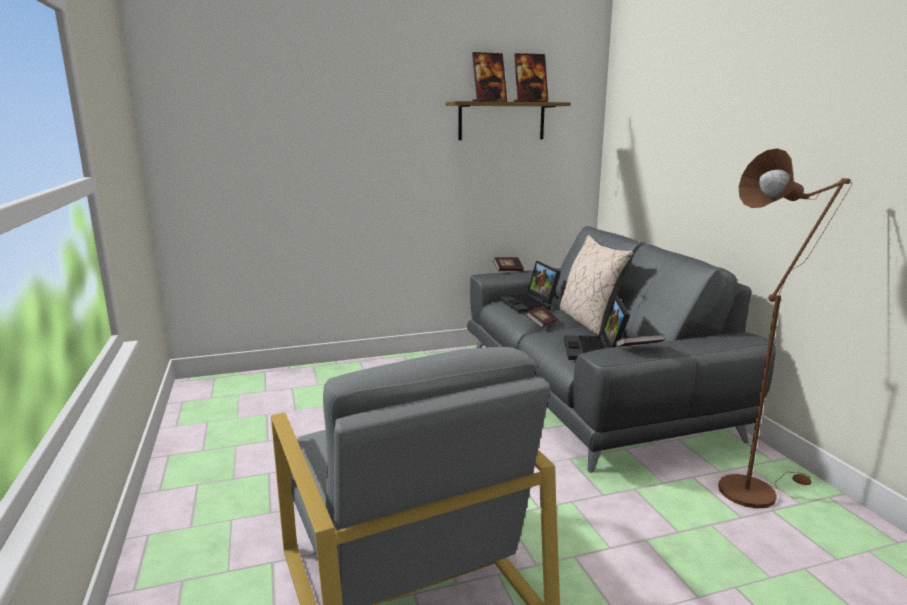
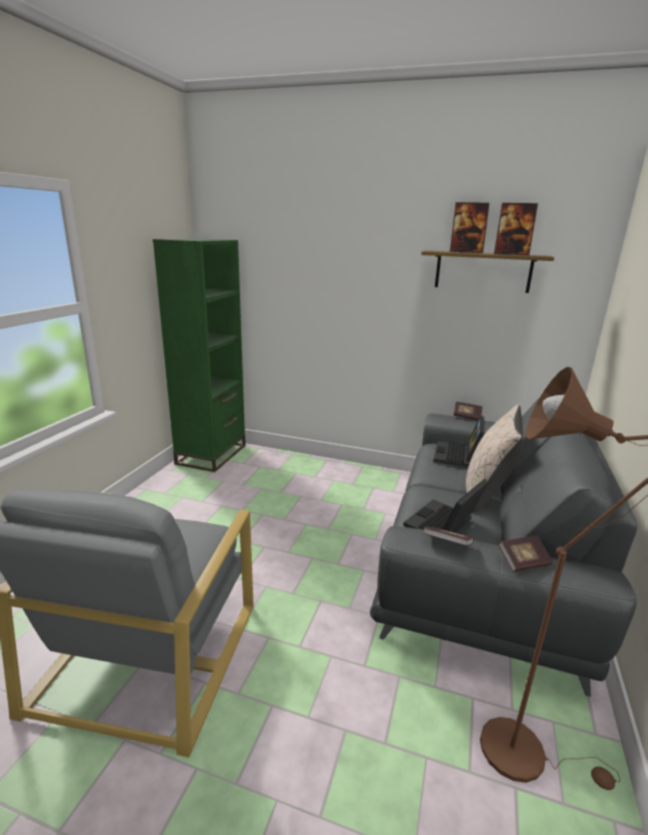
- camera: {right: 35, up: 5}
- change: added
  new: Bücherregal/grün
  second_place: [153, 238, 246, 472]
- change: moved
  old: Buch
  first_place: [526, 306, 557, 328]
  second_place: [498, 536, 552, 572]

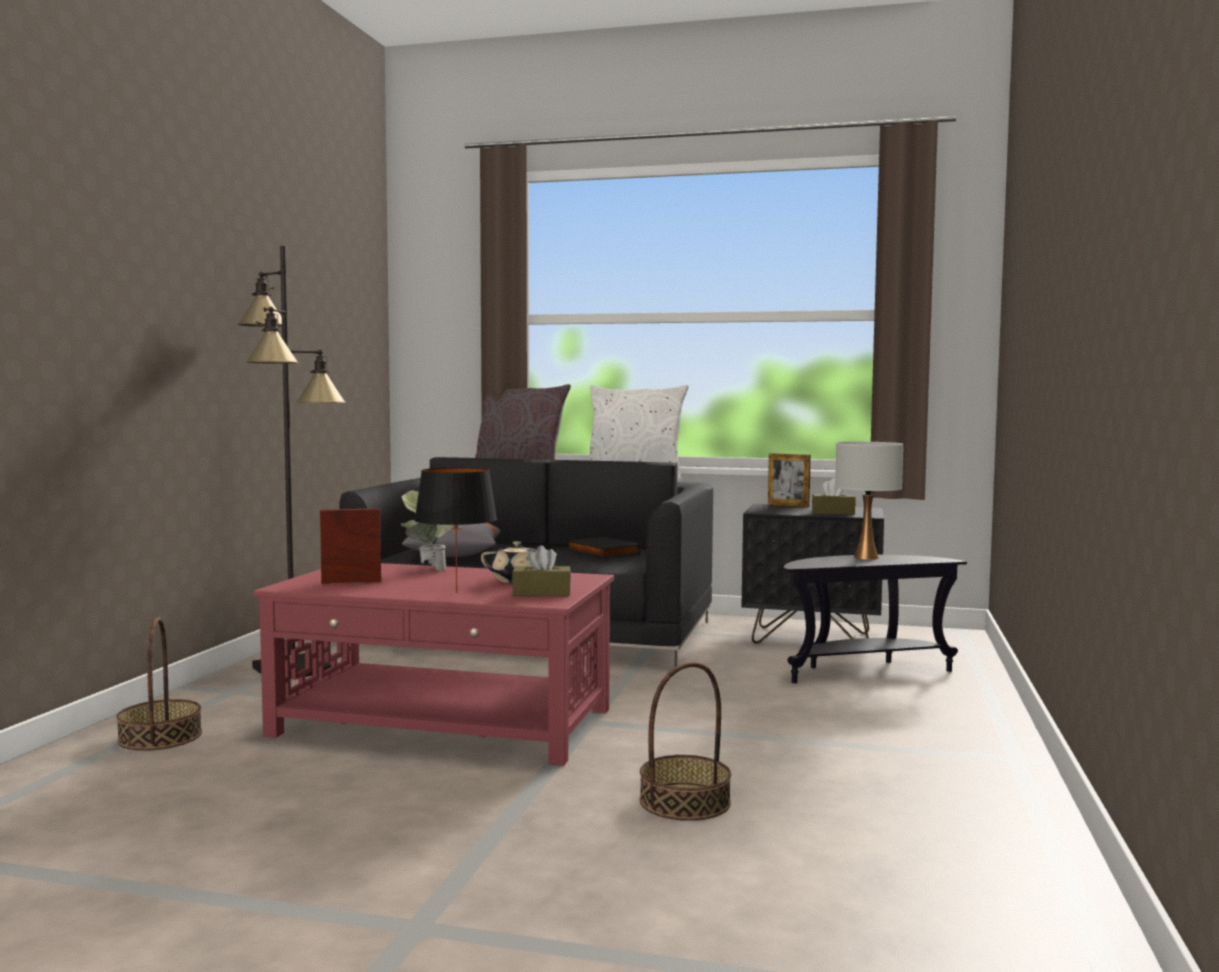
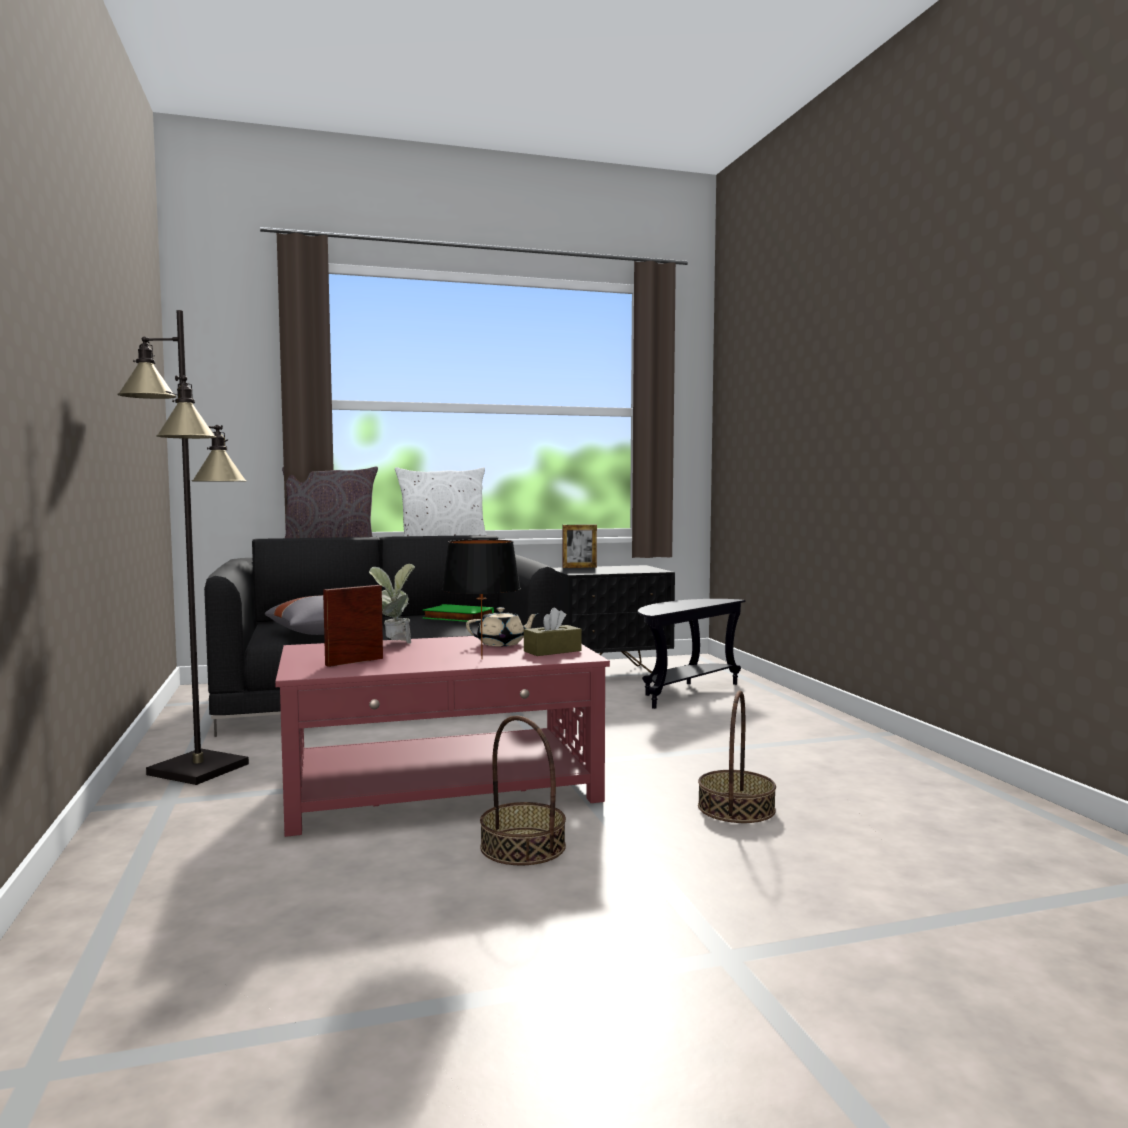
- camera: {right: -30, up: 0}
- change: recoloured
  old: Buch/schwarz
  new: Buch/grün
  first_place: [567, 536, 641, 558]
  second_place: [423, 604, 494, 622]
- change: moved
  old: Korb
  first_place: [116, 617, 202, 751]
  second_place: [480, 715, 566, 865]
- change: removed
  old: Taschentuchbox/braun
  first_place: [812, 478, 856, 515]
- change: removed
  old: Tischlampe/weiß
  first_place: [835, 442, 903, 560]

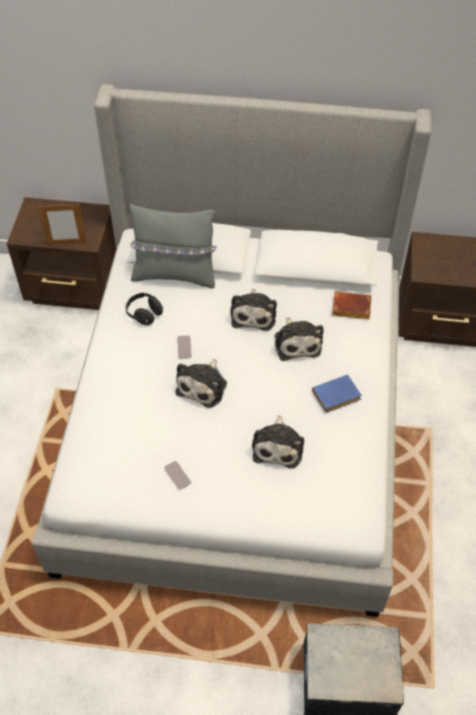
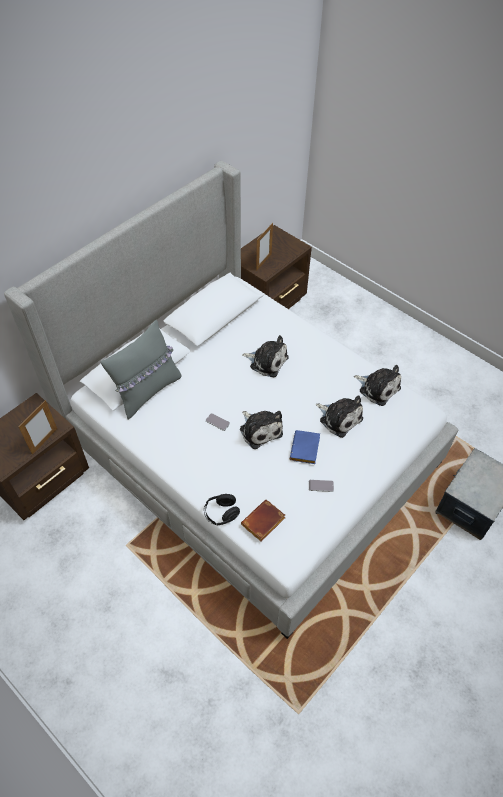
- camera: {right: -55, up: 0}
- change: moved
  old: Kopfhörer/schwarz
  first_place: [125, 293, 164, 325]
  second_place: [204, 494, 240, 525]
- change: moved
  old: Buch/braun
  first_place: [332, 291, 371, 319]
  second_place: [241, 499, 285, 541]
- change: added
  new: Bilderrahmen
  second_place: [256, 223, 273, 271]
- change: moved
  old: Buch/blau
  first_place: [312, 375, 362, 413]
  second_place: [290, 430, 320, 464]
- change: moved
  old: Plüschtier
  first_place: [230, 289, 277, 331]
  second_place: [354, 365, 401, 406]

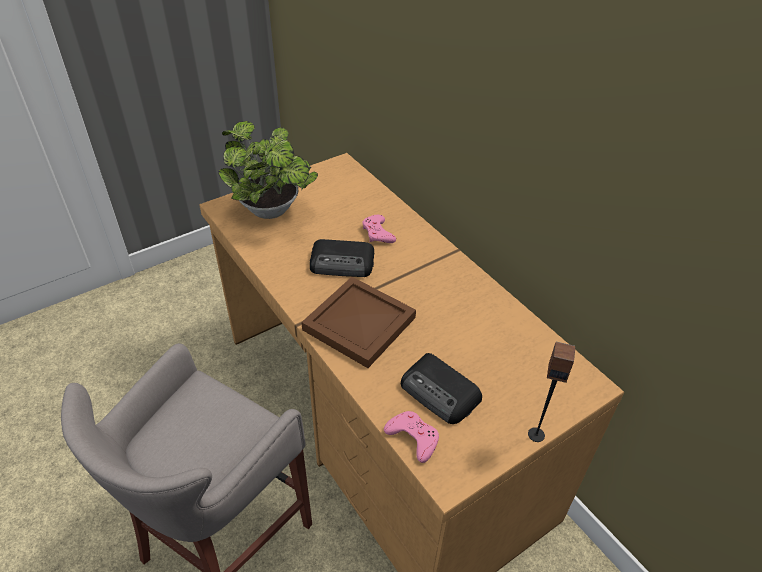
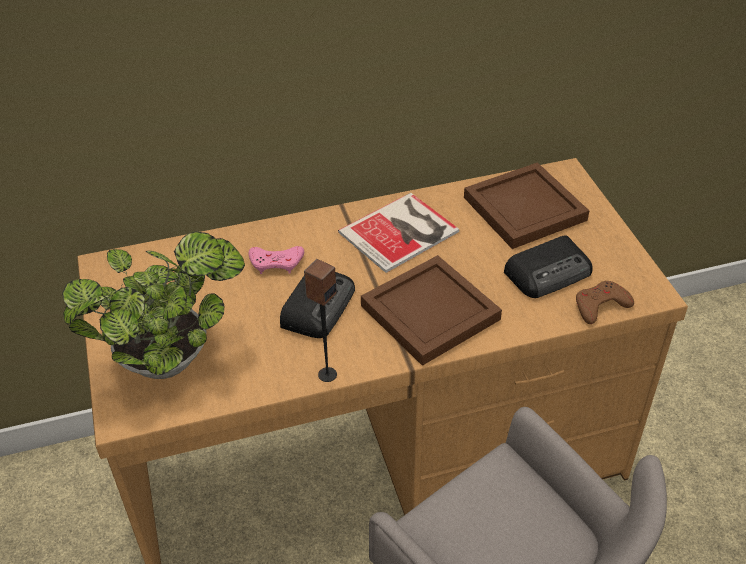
- camera: {right: -70, up: 0}
- change: moved
  old: Lautsprecher
  first_place: [528, 342, 575, 442]
  second_place: [304, 259, 337, 382]
- change: added
  new: Buch
  second_place: [338, 193, 459, 273]
- change: added
  new: Tablett/braun
  second_place: [464, 162, 589, 249]
- change: recoloured
  old: Gamepad/rosa
  new: Gamepad/braun
  first_place: [384, 411, 439, 463]
  second_place: [576, 281, 634, 324]

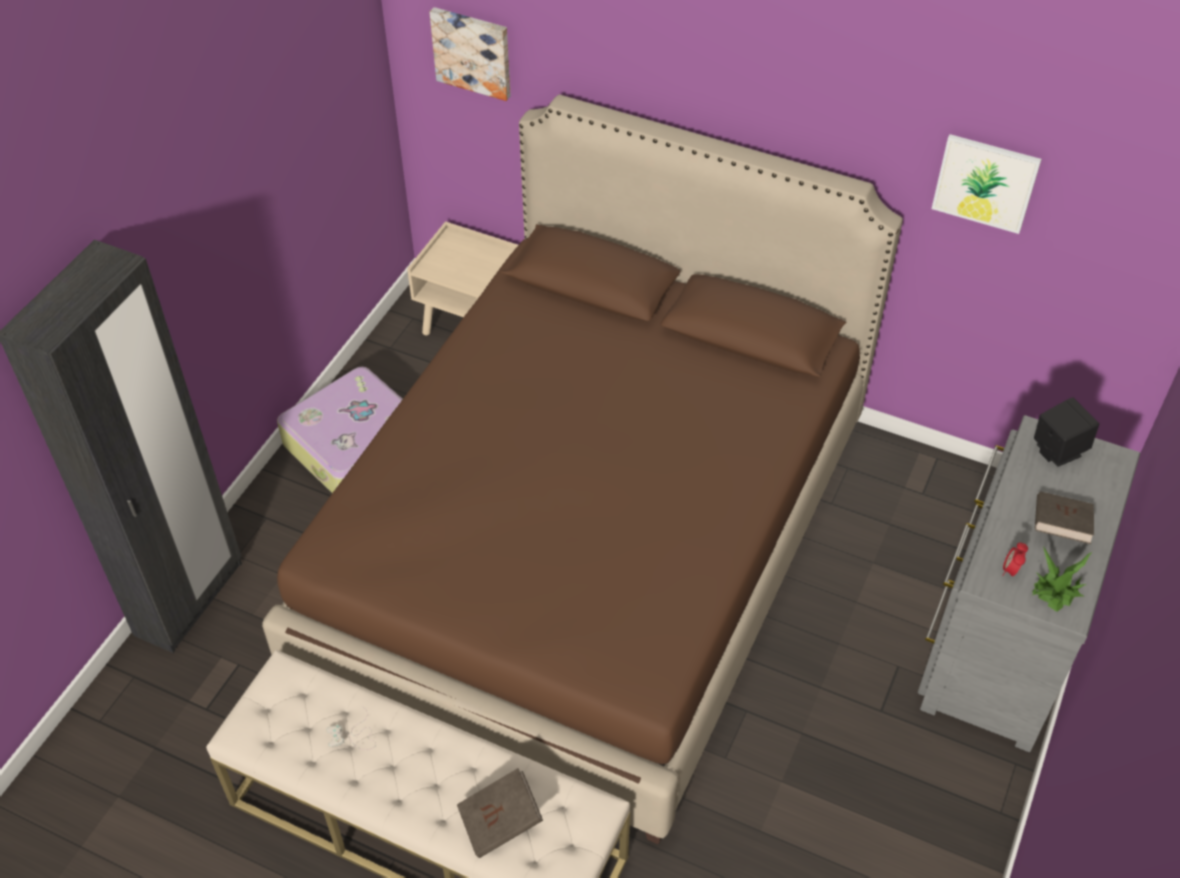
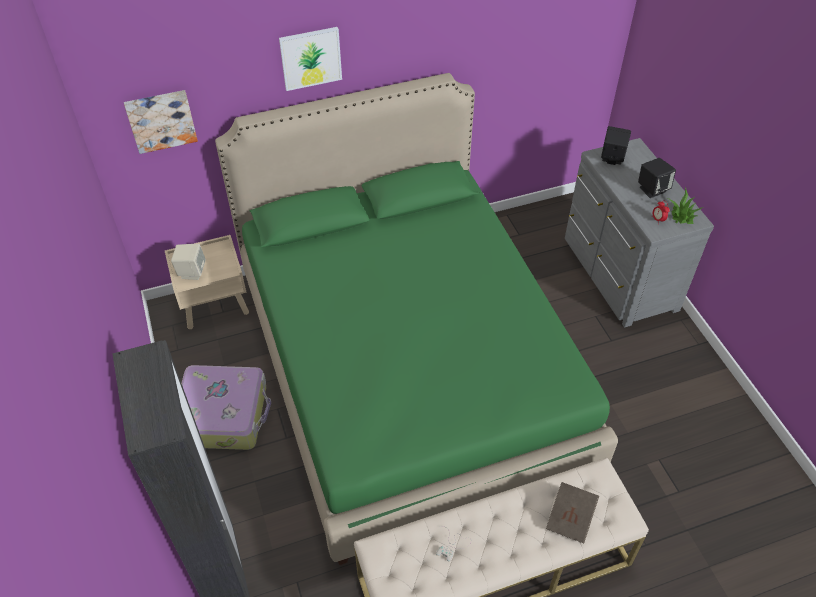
- camera: {right: -45, up: 0}
- change: added
  new: Lautsprecher/beige
  second_place: [171, 244, 206, 280]
- change: recoloured
  old: Bett/braun
  new: Bett/grün
  first_place: [262, 95, 903, 844]
  second_place: [215, 73, 618, 565]
- change: moved
  old: Bild
  first_place: [932, 134, 1042, 234]
  second_place: [279, 27, 342, 91]
- change: replaced
  old: Buch/braun
  new: Lautsprecher/schwarz
  first_place: [1035, 491, 1094, 544]
  second_place: [638, 158, 676, 198]

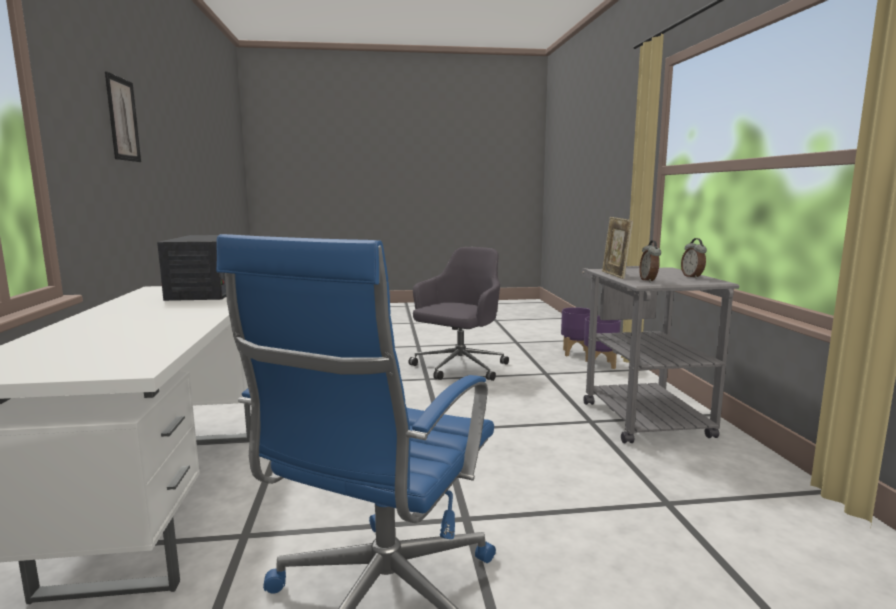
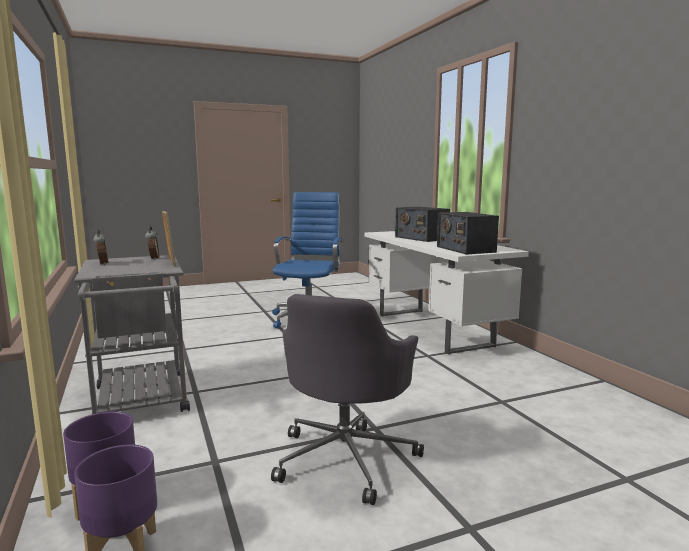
- camera: {right: 165, up: 0}
- change: added
  new: Radio
  second_place: [395, 206, 450, 242]
- change: removed
  old: Bild
  first_place: [105, 72, 141, 162]

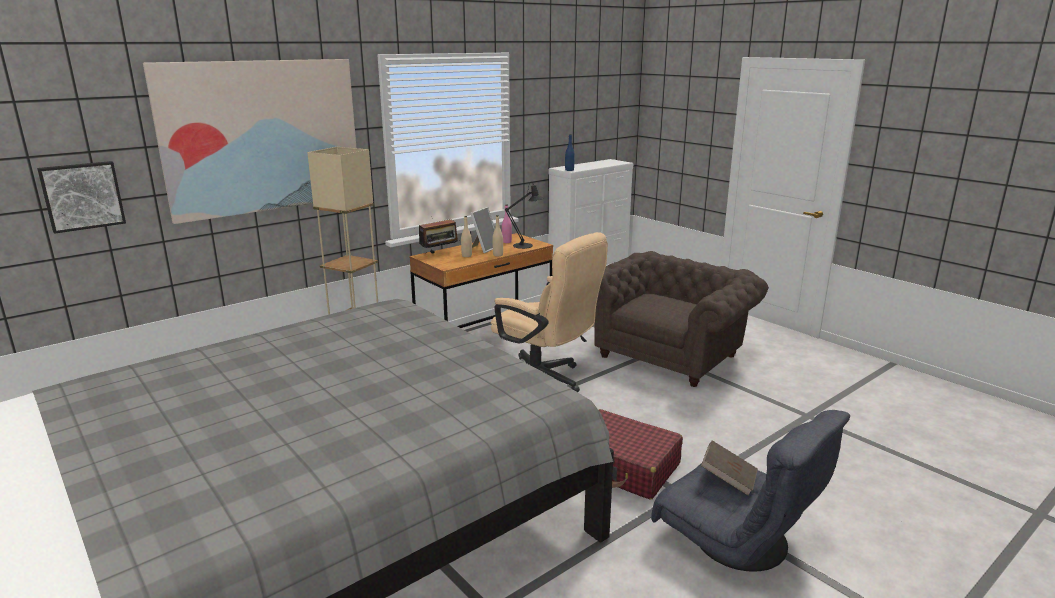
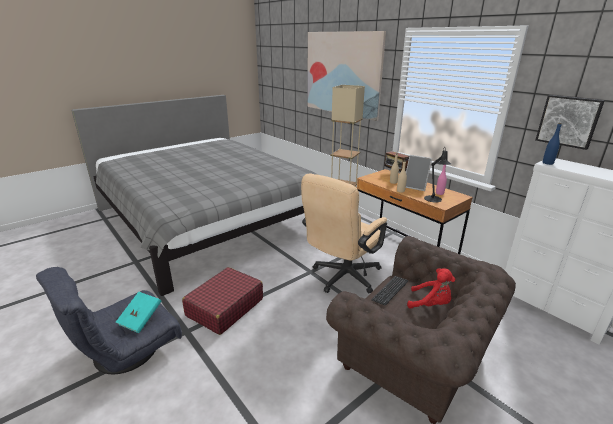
- camera: {right: 90, up: 5}
- change: recoloured
  old: Buch/braun
  new: Buch/türkis
  first_place: [701, 440, 758, 496]
  second_place: [116, 292, 161, 333]
- change: added
  new: Tastatur
  second_place: [371, 276, 409, 305]
- change: added
  new: Plüschtier/rot
  second_place: [407, 268, 455, 309]
- change: moved
  old: Bild
  first_place: [37, 161, 126, 234]
  second_place: [536, 95, 605, 150]

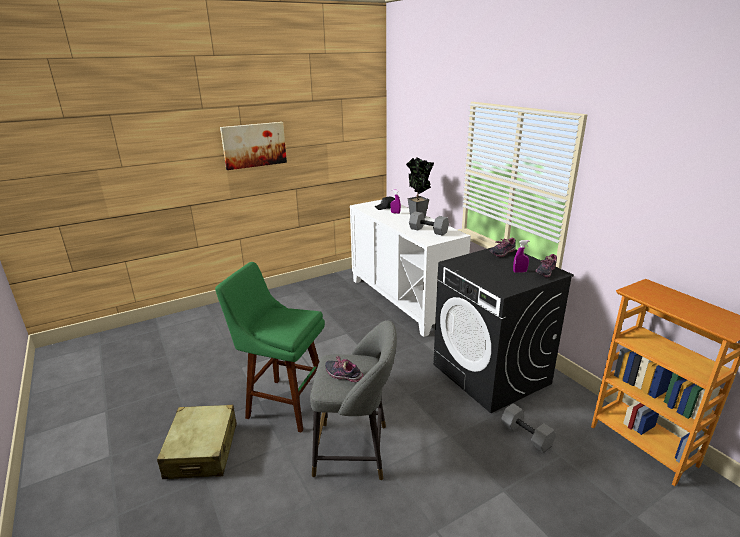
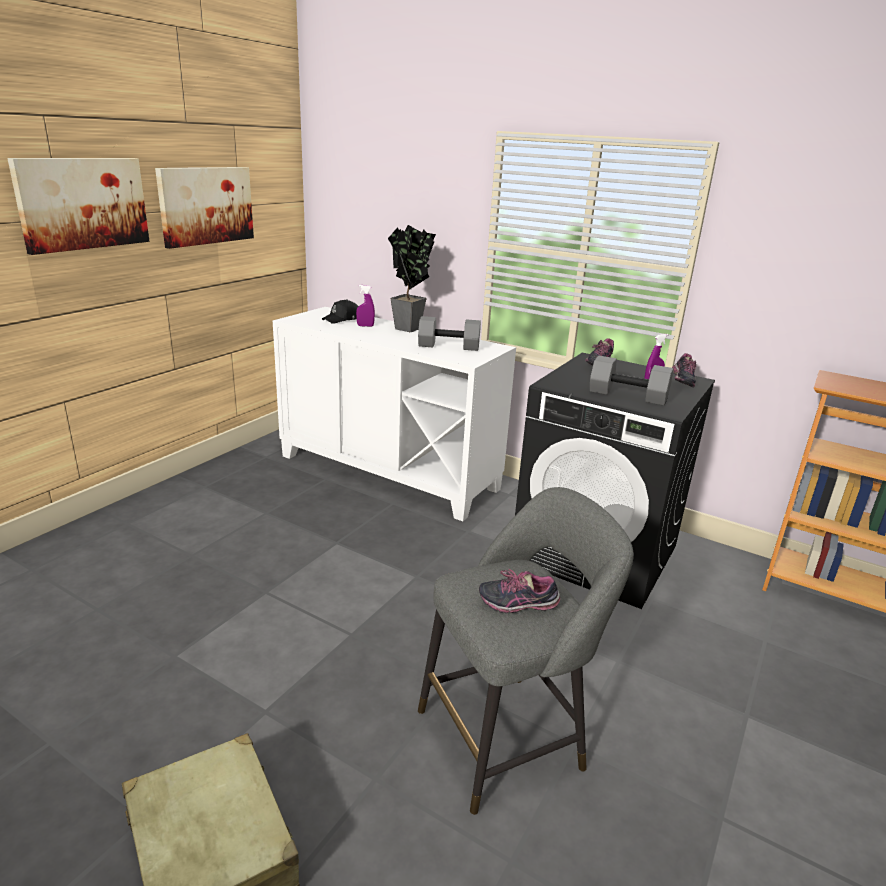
- camera: {right: -30, up: 0}
- change: added
  new: Bild
  second_place: [155, 167, 254, 249]
- change: moved
  old: Hantel/grau
  first_place: [501, 403, 556, 453]
  second_place: [590, 356, 673, 406]
- change: removed
  old: Hocker/grün
  first_place: [215, 262, 325, 433]

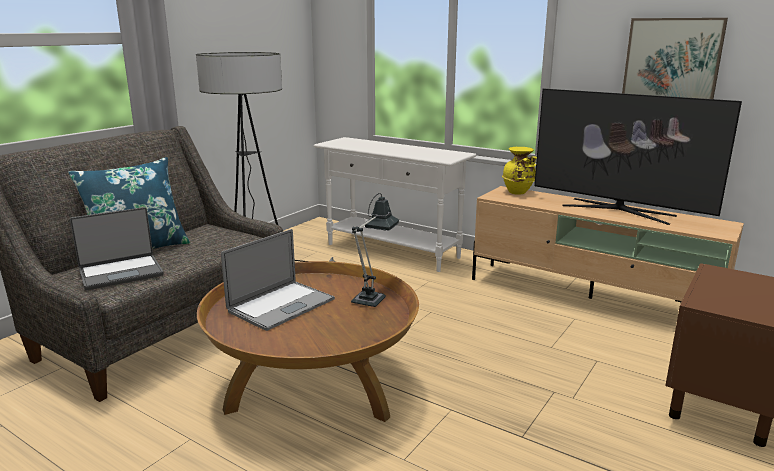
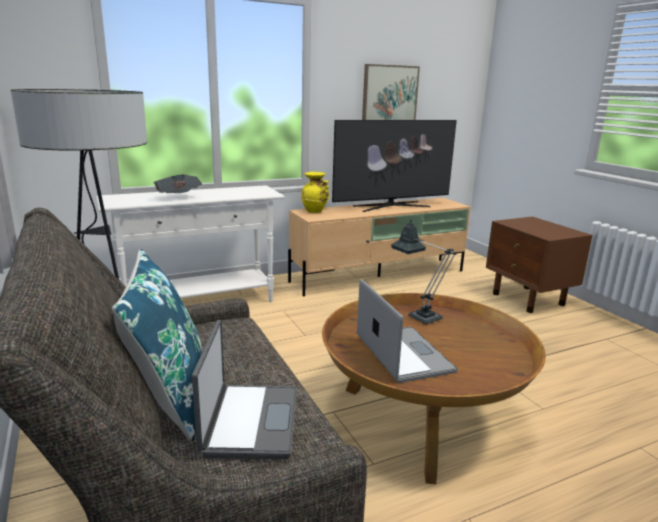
- camera: {right: -60, up: 0}
- change: added
  new: Zeitung
  second_place: [153, 174, 202, 193]

